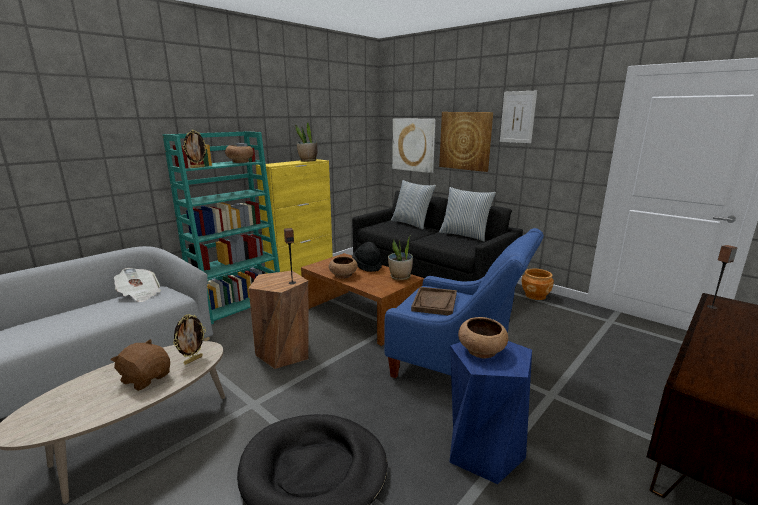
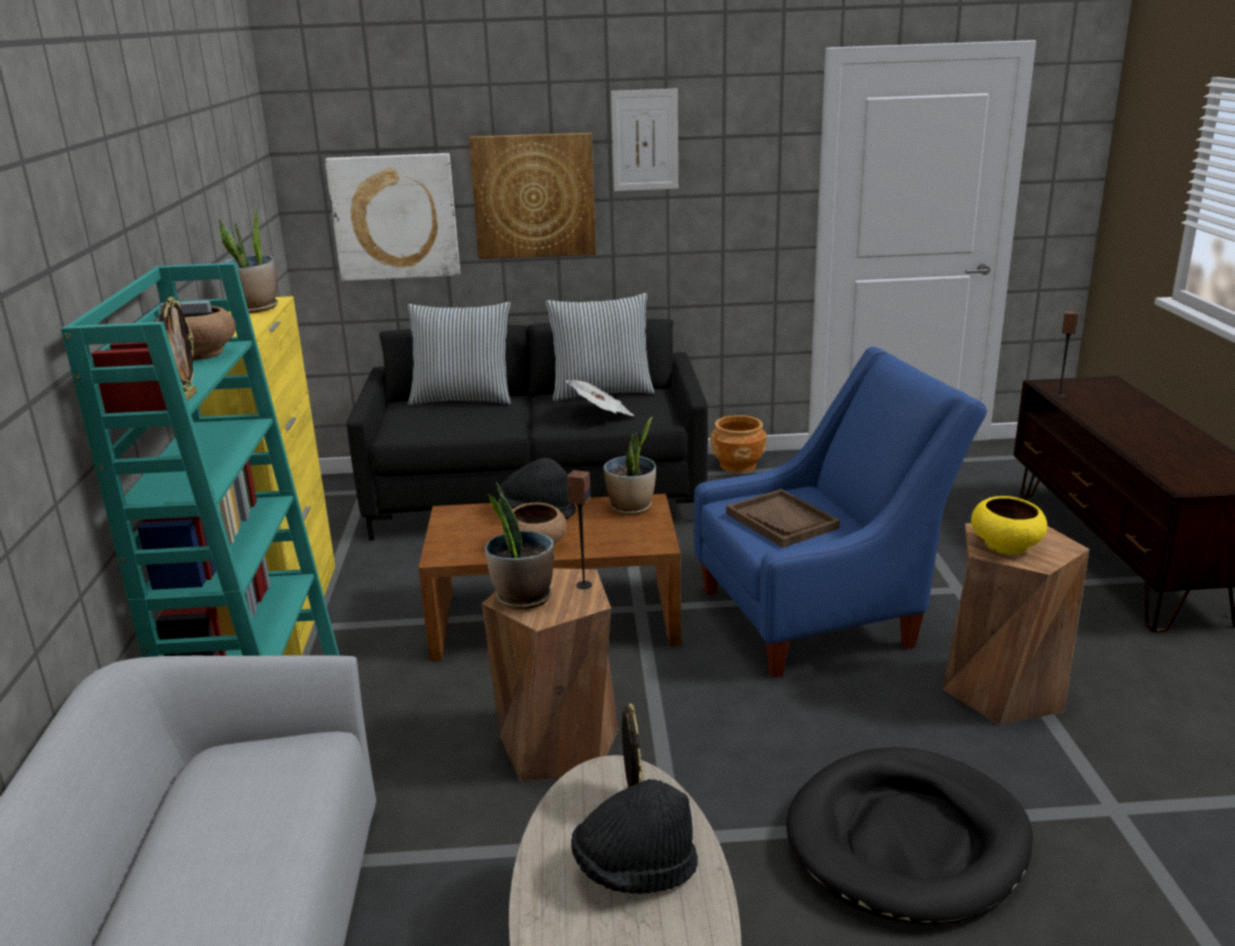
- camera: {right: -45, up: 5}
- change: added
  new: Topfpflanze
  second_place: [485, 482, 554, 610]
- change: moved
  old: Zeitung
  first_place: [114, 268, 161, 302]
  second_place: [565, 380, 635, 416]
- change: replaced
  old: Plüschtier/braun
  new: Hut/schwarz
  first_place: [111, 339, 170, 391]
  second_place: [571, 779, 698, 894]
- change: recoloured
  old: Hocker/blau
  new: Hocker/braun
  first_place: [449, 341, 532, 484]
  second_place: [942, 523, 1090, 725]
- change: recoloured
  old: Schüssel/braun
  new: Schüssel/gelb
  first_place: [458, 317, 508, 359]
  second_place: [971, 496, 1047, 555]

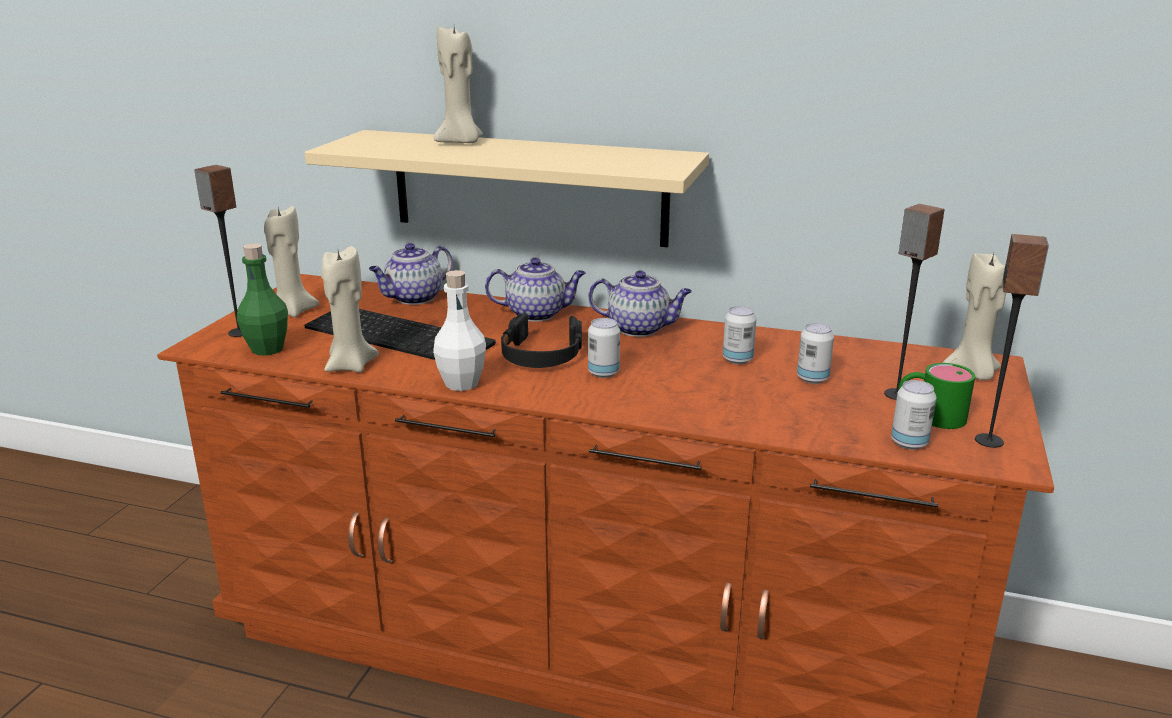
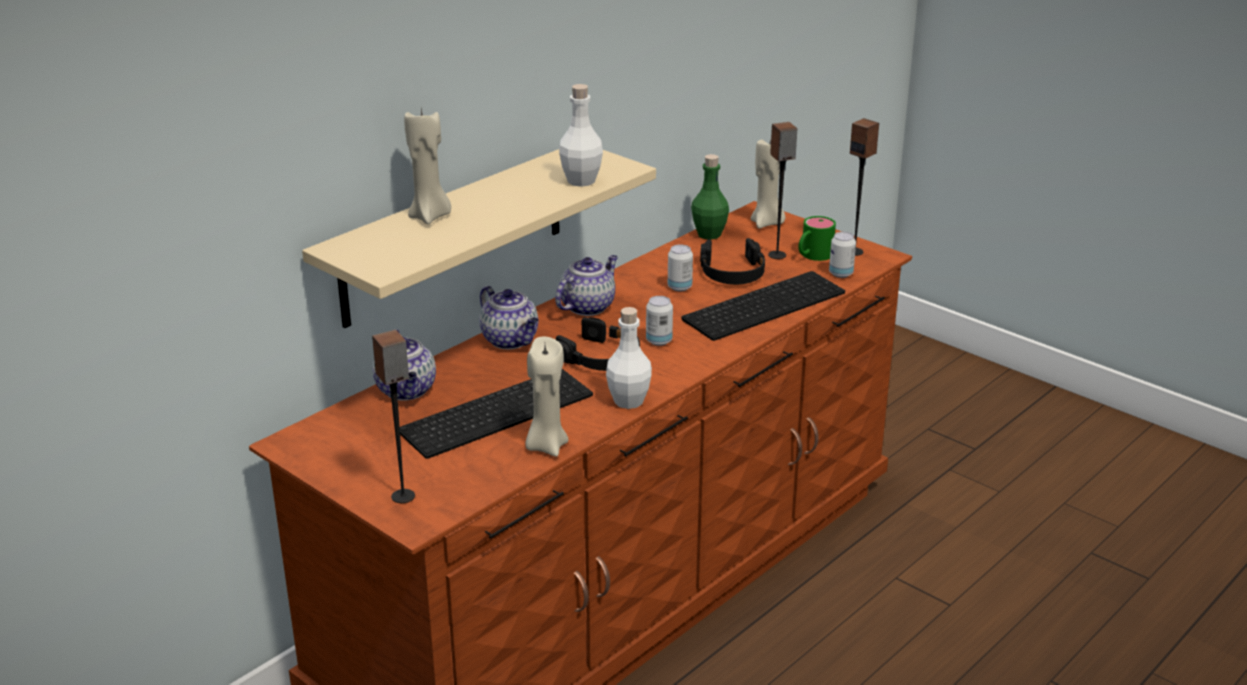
- camera: {right: -65, up: 5}
- change: turned
  old: Teekanne
  first_place: [485, 258, 586, 322]
  second_place: [480, 286, 538, 349]
  degrees: 120
- change: added
  new: Flasche/weiß
  second_place: [559, 84, 603, 187]
- change: added
  new: Tastatur
  second_place: [681, 271, 845, 341]
- change: moved
  old: Flasche/grün
  first_place: [237, 243, 288, 356]
  second_place: [691, 154, 729, 240]
- change: replaced
  old: Dose
  new: Kopfhörer/schwarz
  first_place: [797, 323, 834, 384]
  second_place: [700, 238, 765, 285]
- change: removed
  old: Kerze/beige
  first_place: [264, 206, 319, 317]

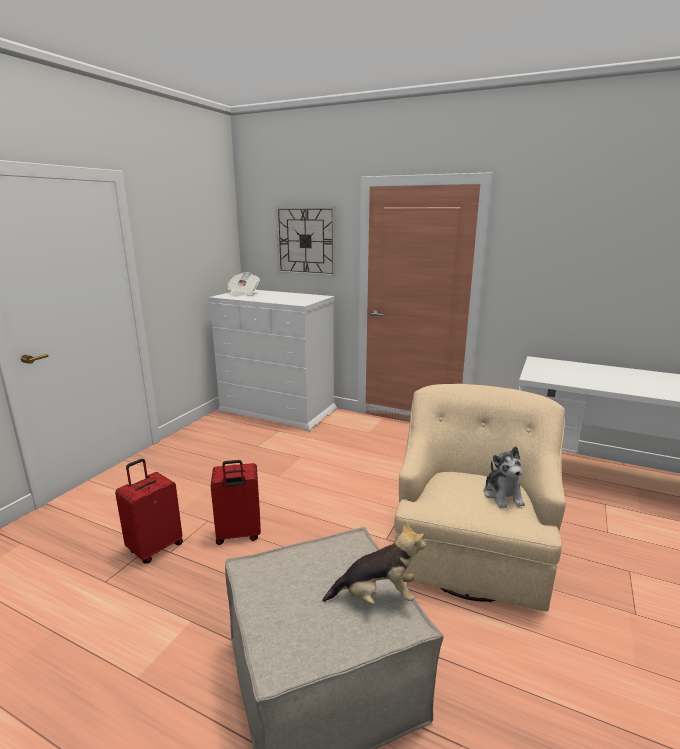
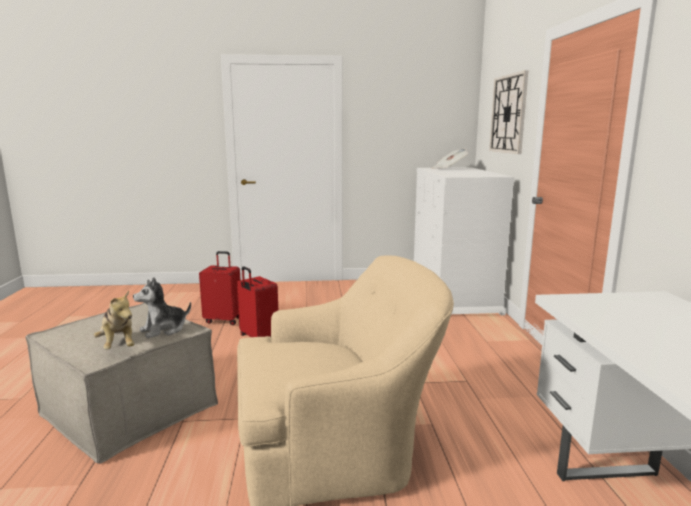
- camera: {right: 60, up: -5}
- change: moved
  old: Plüschtier
  first_place: [484, 446, 525, 508]
  second_place: [133, 277, 191, 338]

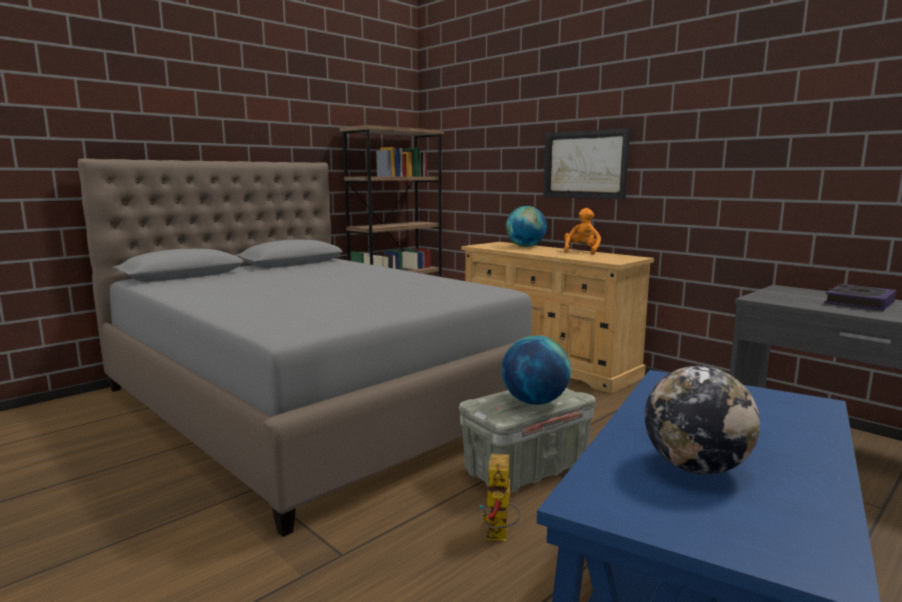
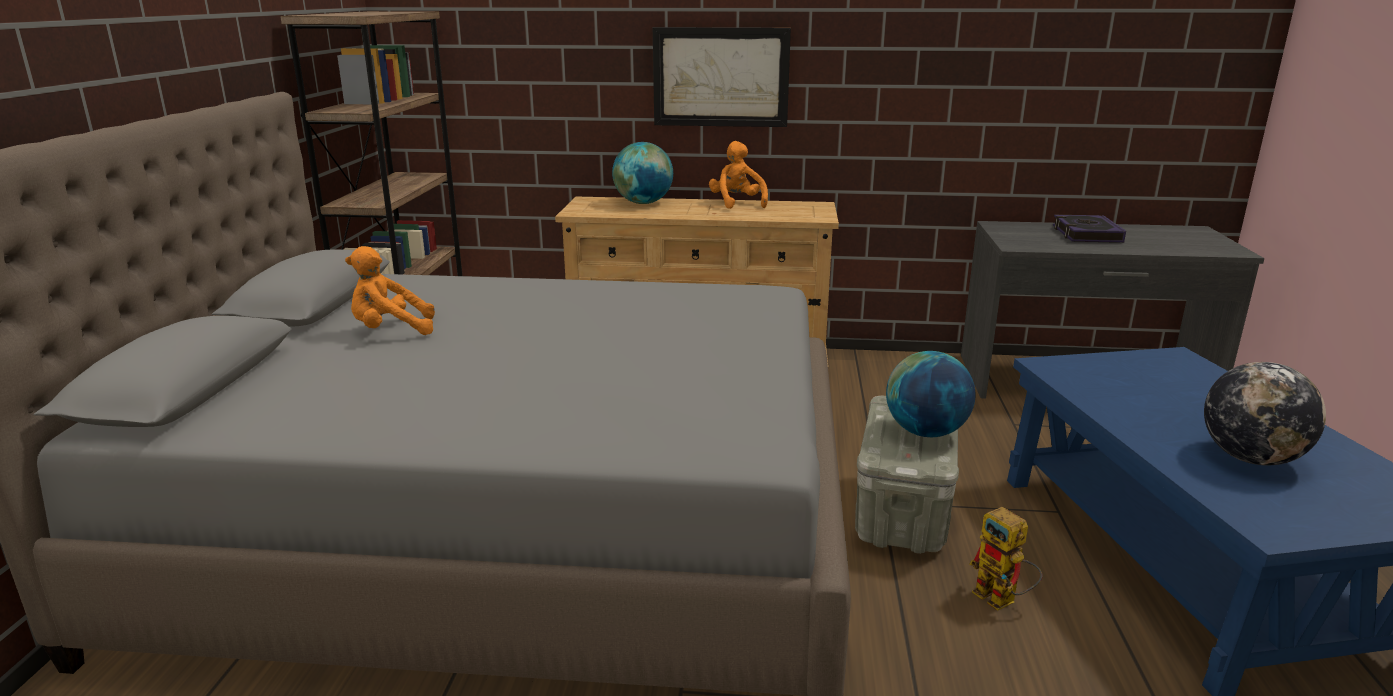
- camera: {right: -40, up: 10}
- change: added
  new: Plüschtier/orange
  second_place: [345, 246, 435, 335]

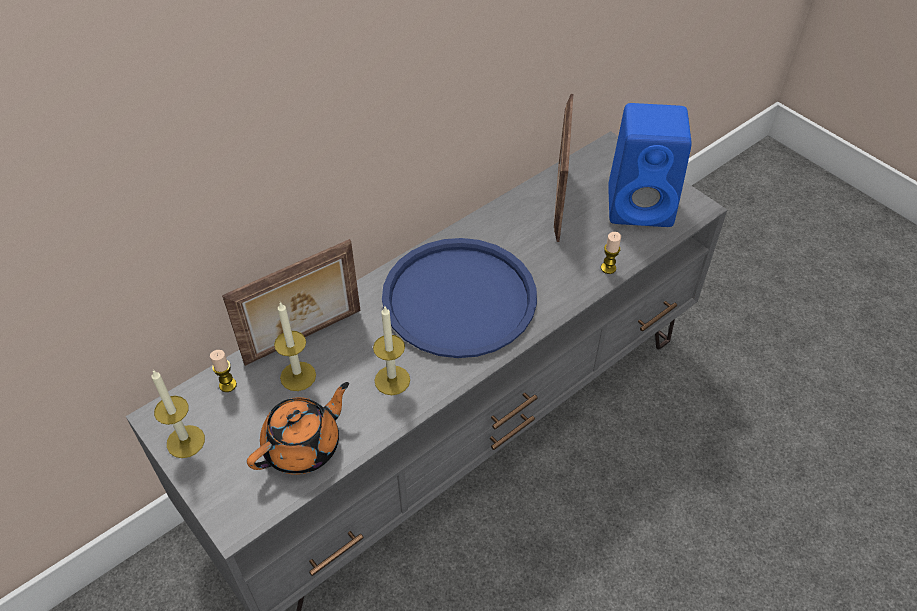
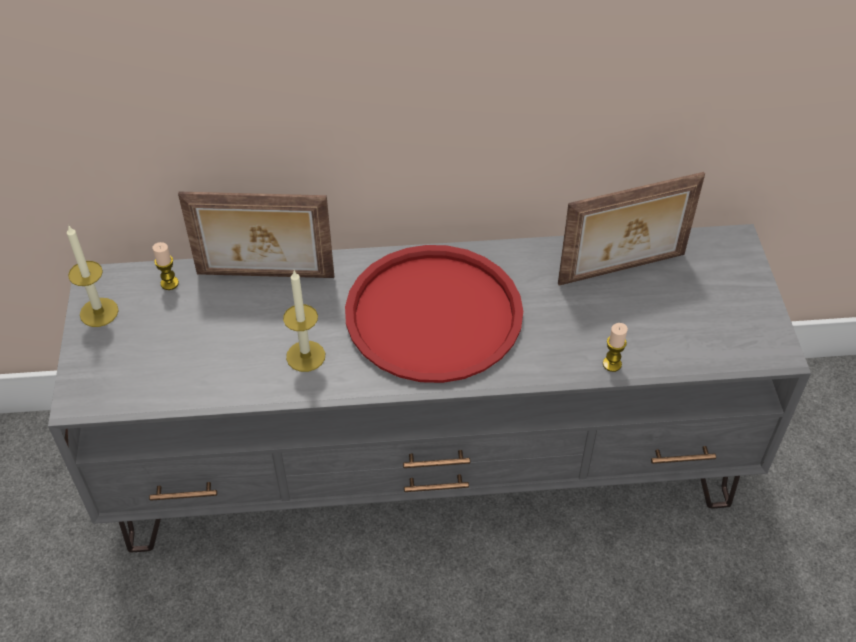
- camera: {right: 35, up: 0}
- change: recoloured
  old: Tablett/blau
  new: Tablett/rot
  first_place: [382, 238, 537, 358]
  second_place: [345, 245, 523, 383]
- change: turned
  old: Bilderrahmen
  first_place: [554, 94, 573, 242]
  second_place: [558, 172, 705, 286]
  degrees: -150
- change: removed
  old: Teekanne/orange
  first_place: [247, 382, 349, 475]
- change: removed
  old: Kerze
  first_place: [274, 302, 316, 391]
- change: removed
  old: Lautsprecher/blau
  first_place: [608, 103, 691, 227]

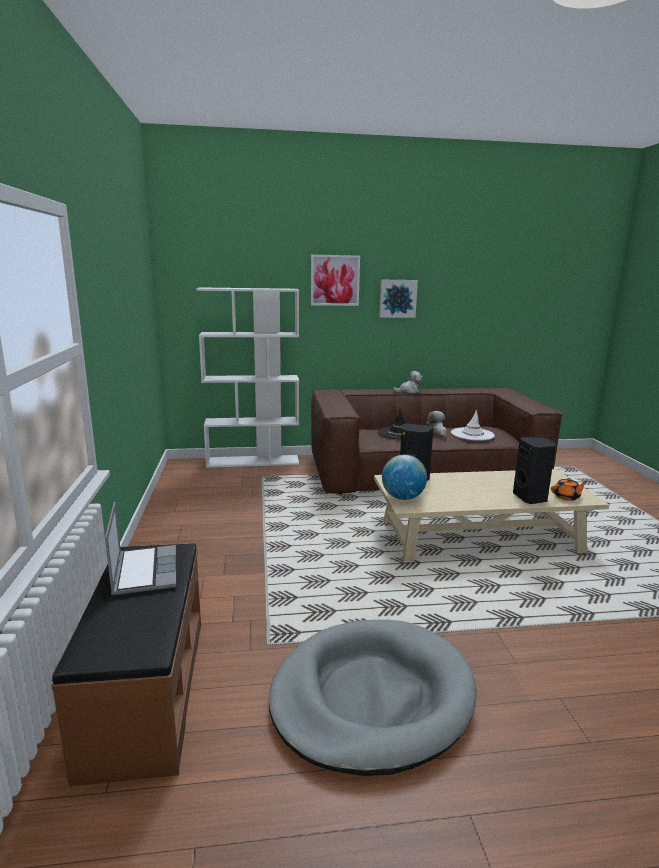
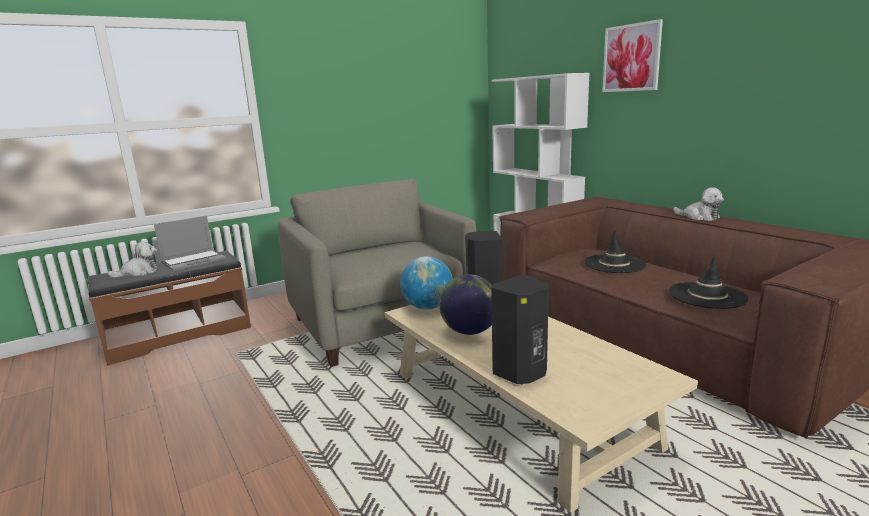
- camera: {right: 65, up: 0}
- change: moved
  old: Plüschtier
  first_place: [425, 411, 447, 439]
  second_place: [107, 242, 158, 278]
- change: added
  new: Sessel/beige
  second_place: [278, 178, 476, 367]
- change: added
  new: Globus
  second_place: [439, 274, 492, 335]
- change: recoloured
  old: Hut/weiß
  new: Hut/schwarz
  first_place: [451, 410, 495, 441]
  second_place: [669, 255, 748, 309]
- change: removed
  old: Hundebett/grau
  first_place: [269, 620, 476, 776]
- change: removed
  old: Bild
  first_place: [379, 280, 418, 318]
- change: removed
  old: Teekanne/orange
  first_place: [551, 478, 587, 501]

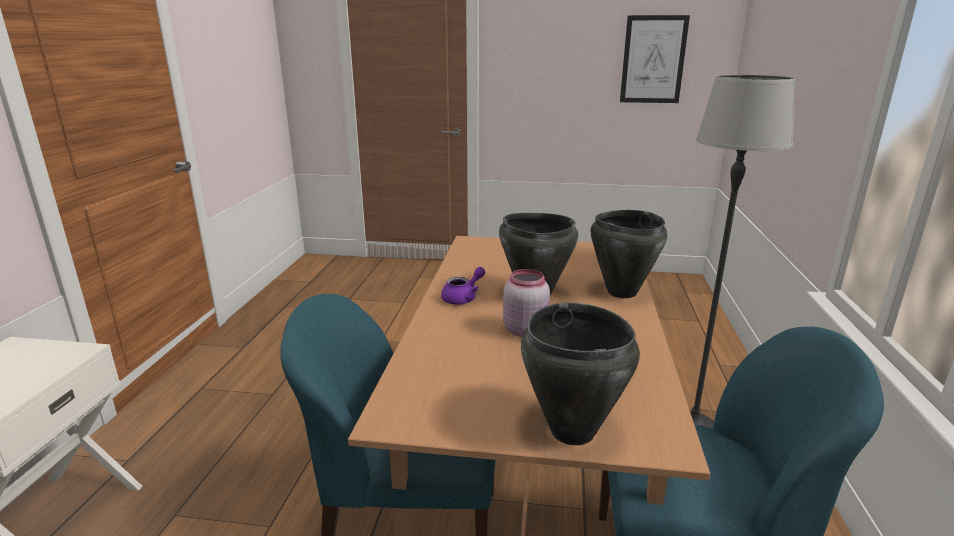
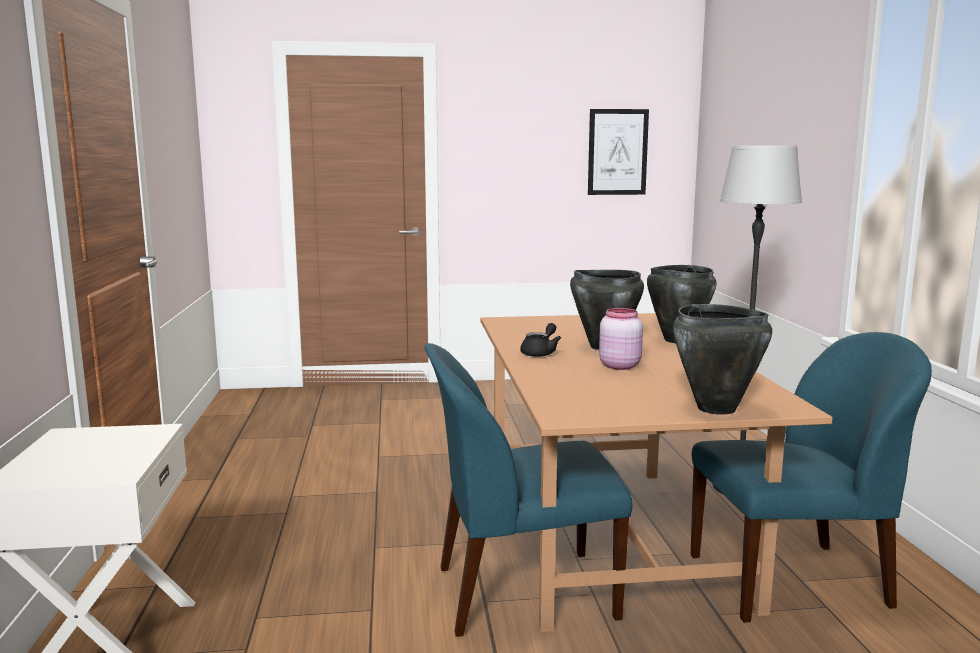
- camera: {right: -15, up: -10}
- change: recoloured
  old: Teekanne/lila
  new: Teekanne/schwarz
  first_place: [441, 267, 485, 305]
  second_place: [520, 323, 561, 357]

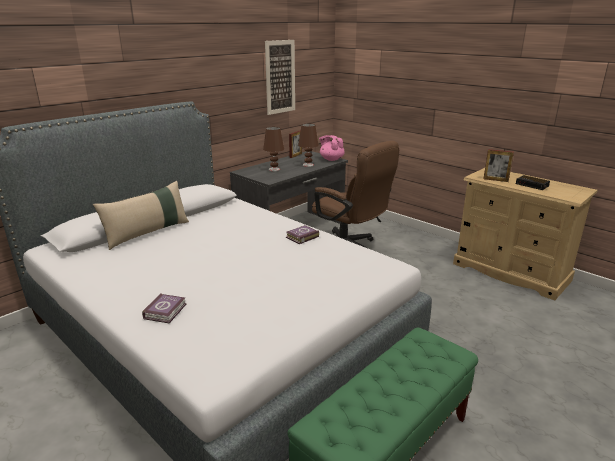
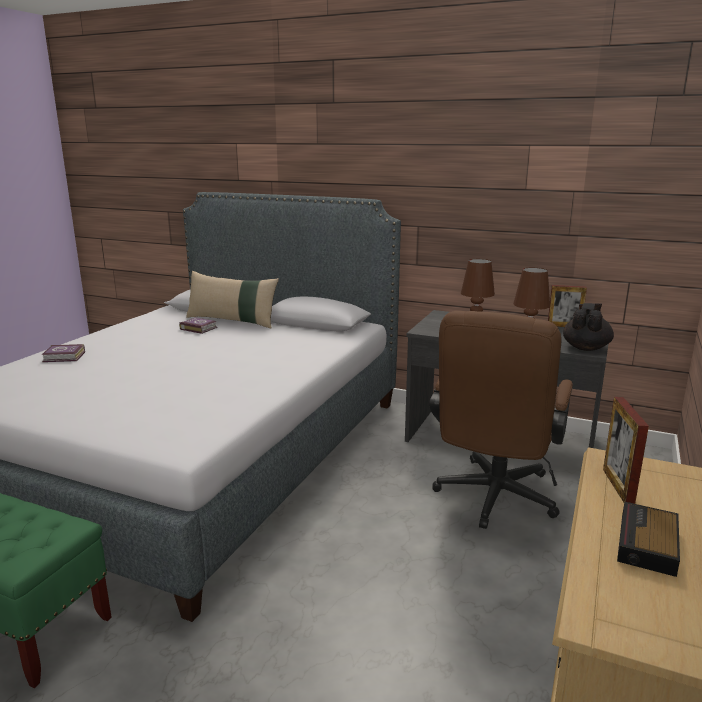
- camera: {right: 70, up: -5}
- change: moved
  old: Buch
  first_place: [286, 225, 319, 244]
  second_place: [179, 317, 217, 334]
- change: recoloured
  old: Teekanne/rosa
  new: Teekanne/schwarz
  first_place: [319, 135, 345, 161]
  second_place: [563, 303, 614, 351]
- change: removed
  old: Bild
  first_place: [265, 40, 295, 115]

